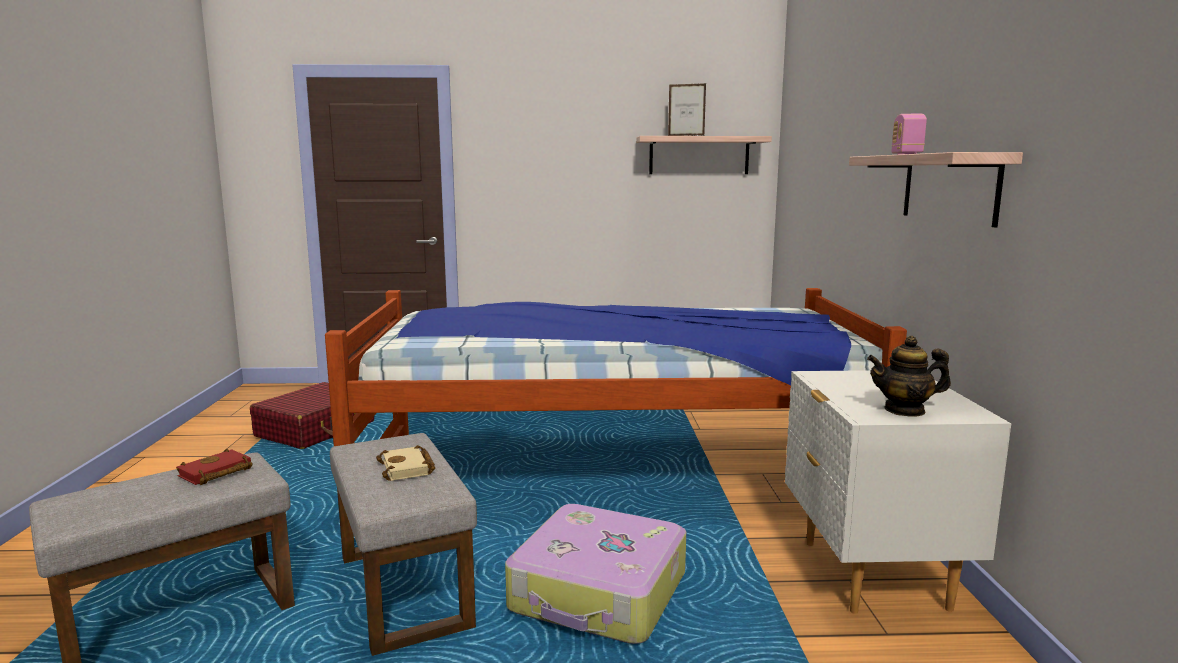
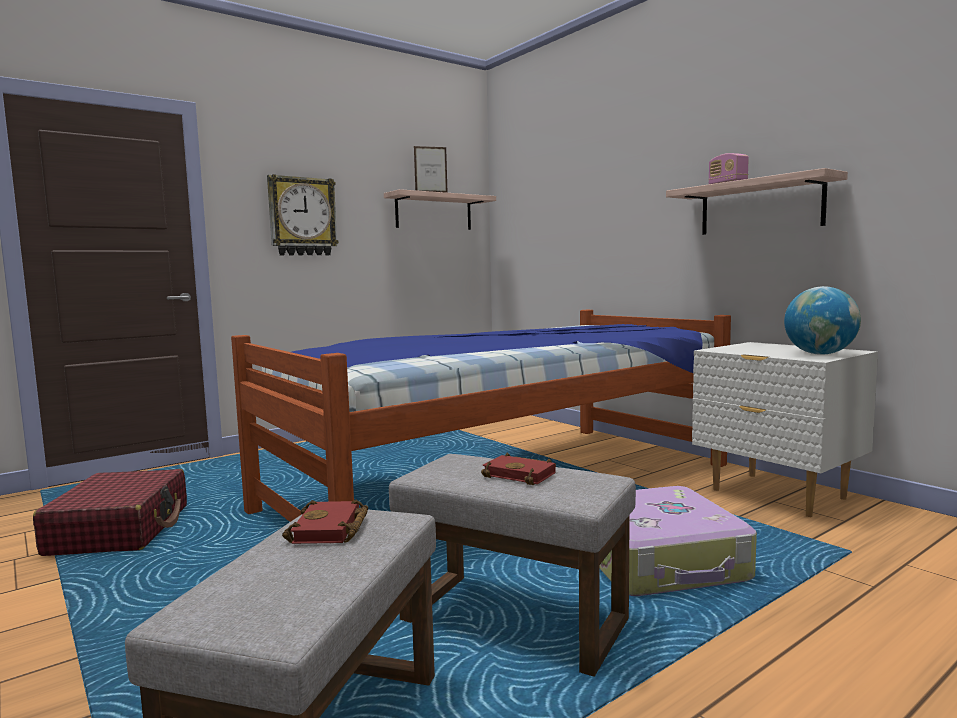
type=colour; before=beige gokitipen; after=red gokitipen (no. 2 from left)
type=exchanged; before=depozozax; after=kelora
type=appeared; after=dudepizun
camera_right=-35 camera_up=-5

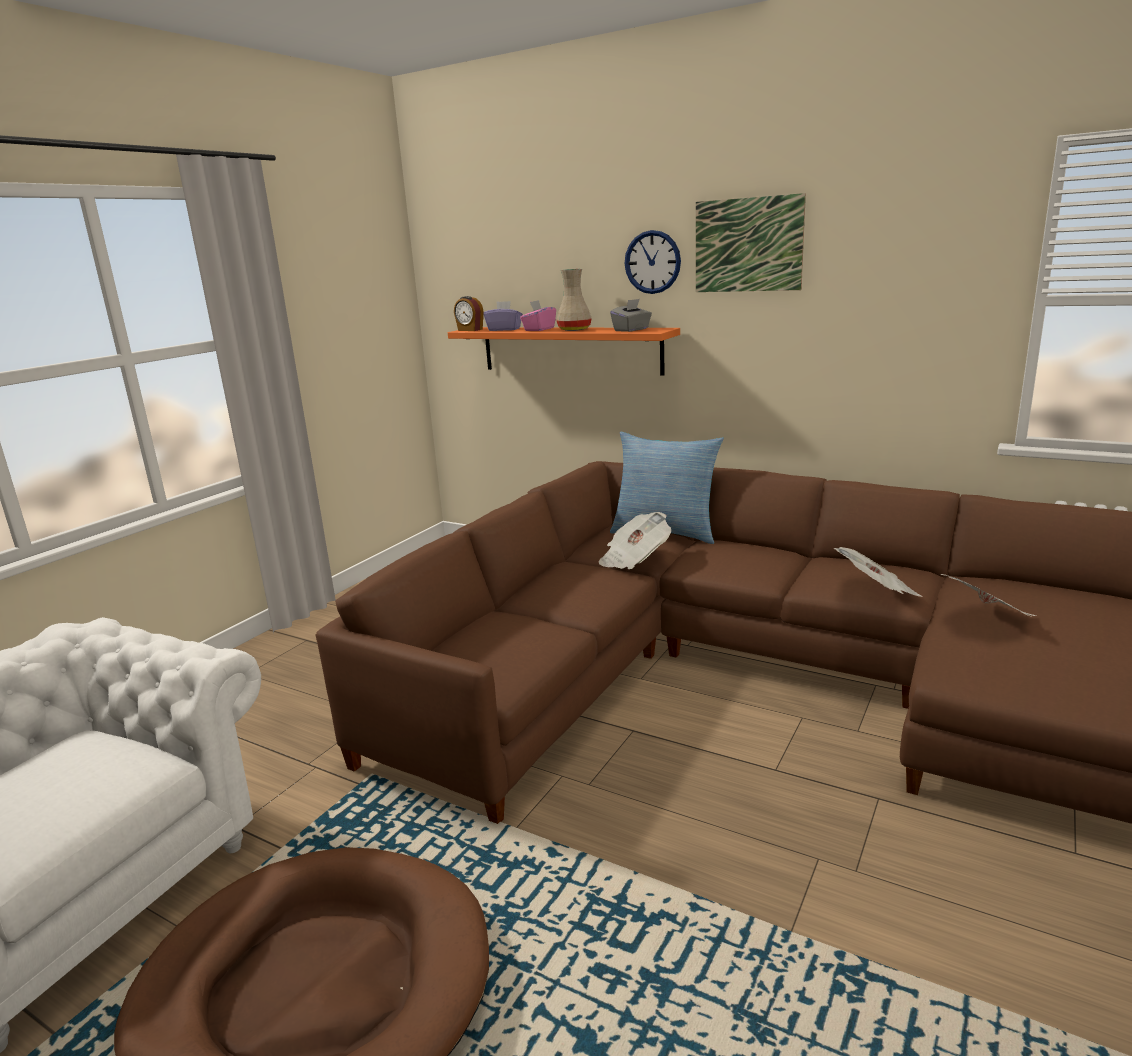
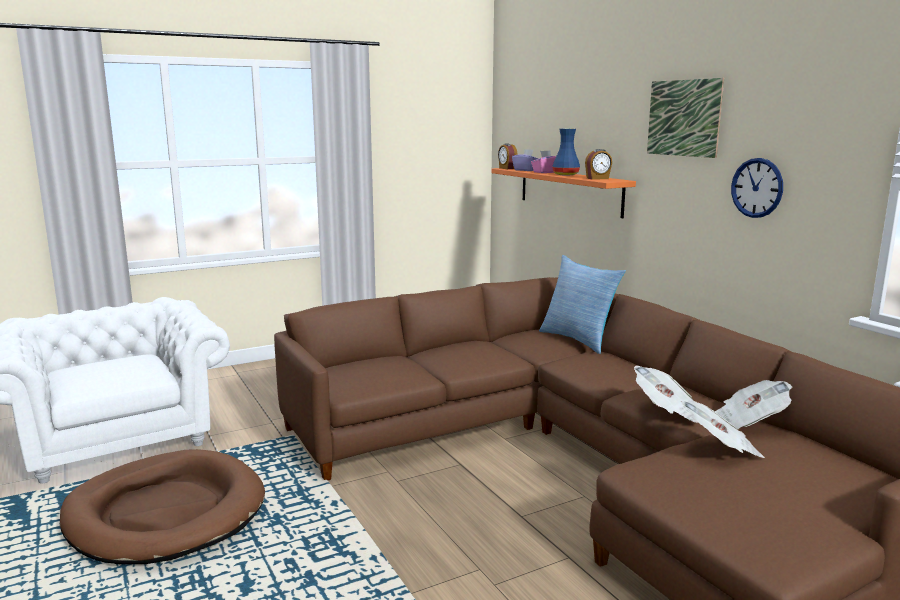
type=colour; before=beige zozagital; after=blue zozagital
type=relocated; before=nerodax (no. 1 from left in the first image); after=nerodax (no. 3 from left)
type=exchanged; before=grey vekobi; after=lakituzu (no. 2 from left)
type=relocated; before=dudepizun
camera_right=30 camera_up=-5

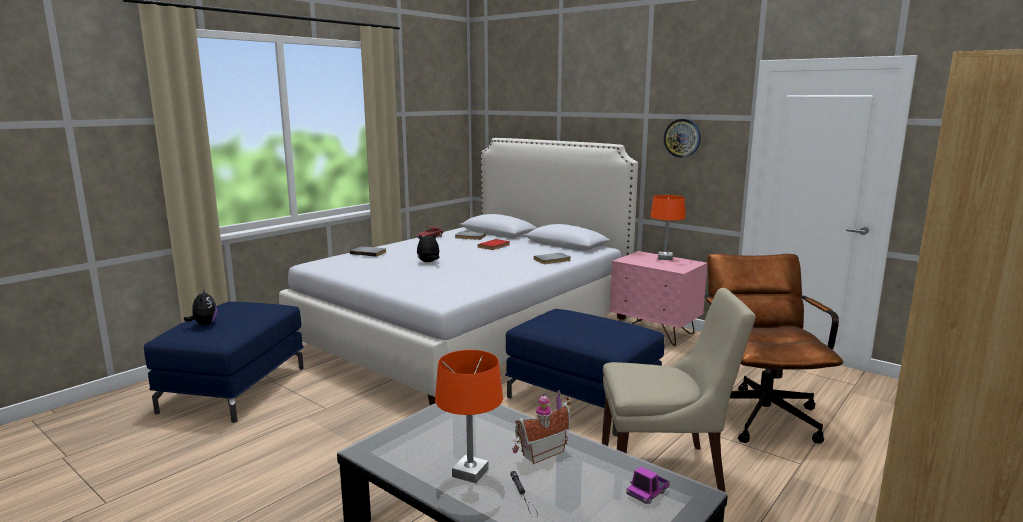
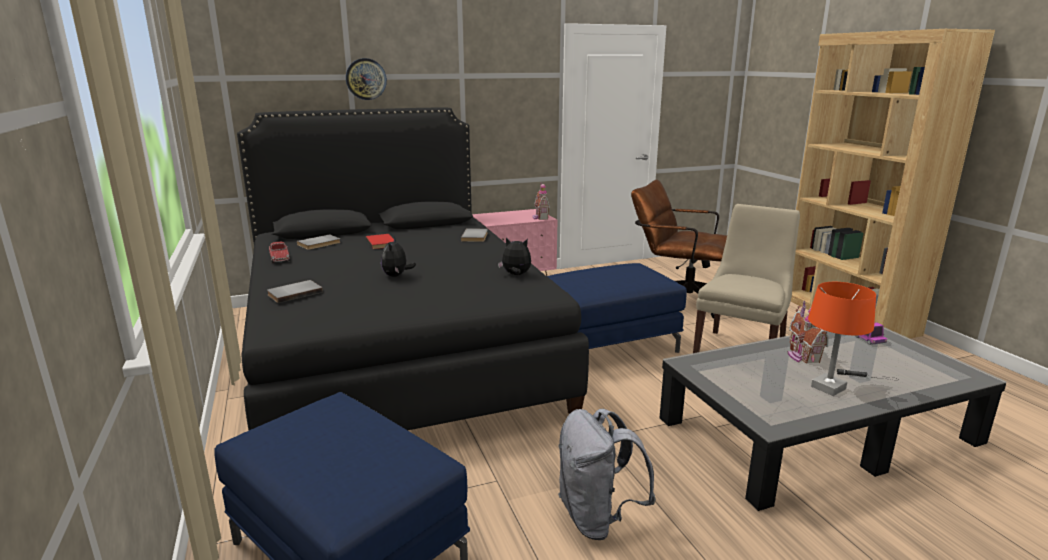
type=relocated; before=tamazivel (no. 1 from left in the first image); after=tamazivel (no. 2 from left)
type=colour; before=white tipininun; after=black tipininun
type=missing; before=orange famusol (no. 2 from left)
type=relocated; before=dudepizun
type=appeared; after=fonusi (no. 1 from left)
type=appeared; after=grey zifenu
camera_right=-60 camera_up=5

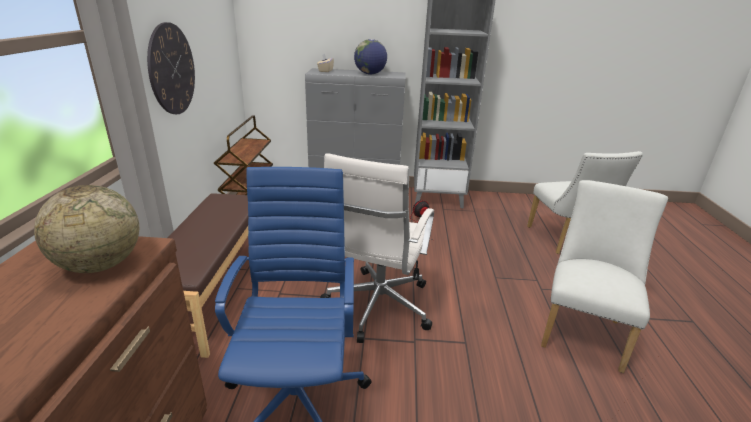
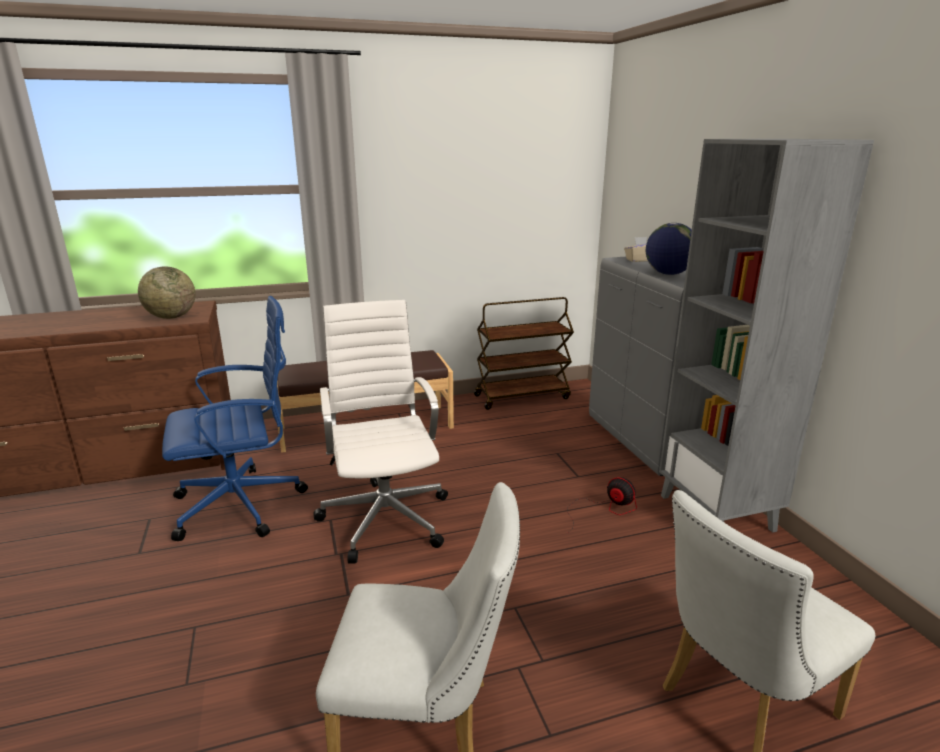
type=missing; before=dudepizun
type=spun; before=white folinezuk; turn=75
camera_right=70 camera_up=-5

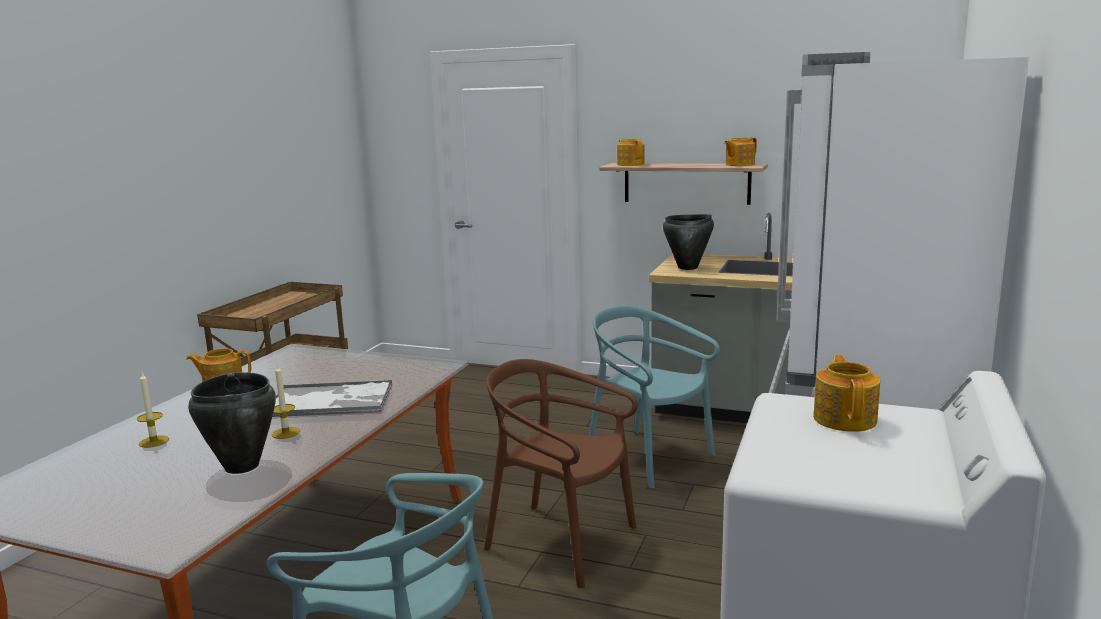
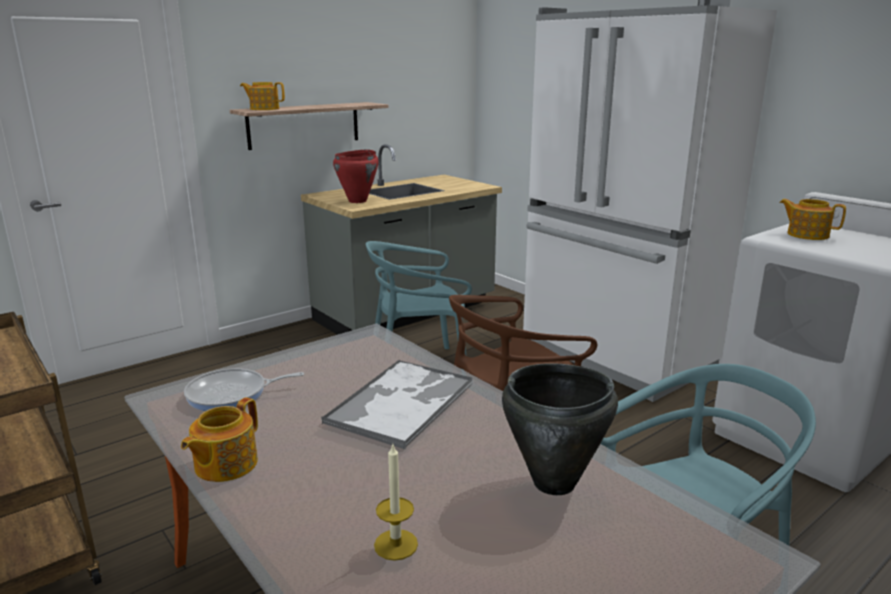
type=missing; before=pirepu (no. 2 from left)
type=colour; before=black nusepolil (no. 2 from left); after=red nusepolil
type=missing; before=depozozax (no. 3 from left)
type=appeared; after=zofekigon
camera_right=-60 camera_up=5

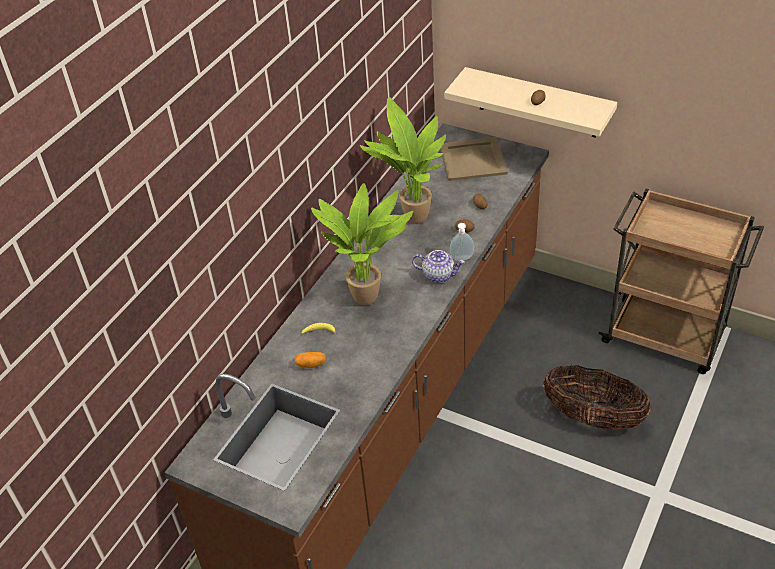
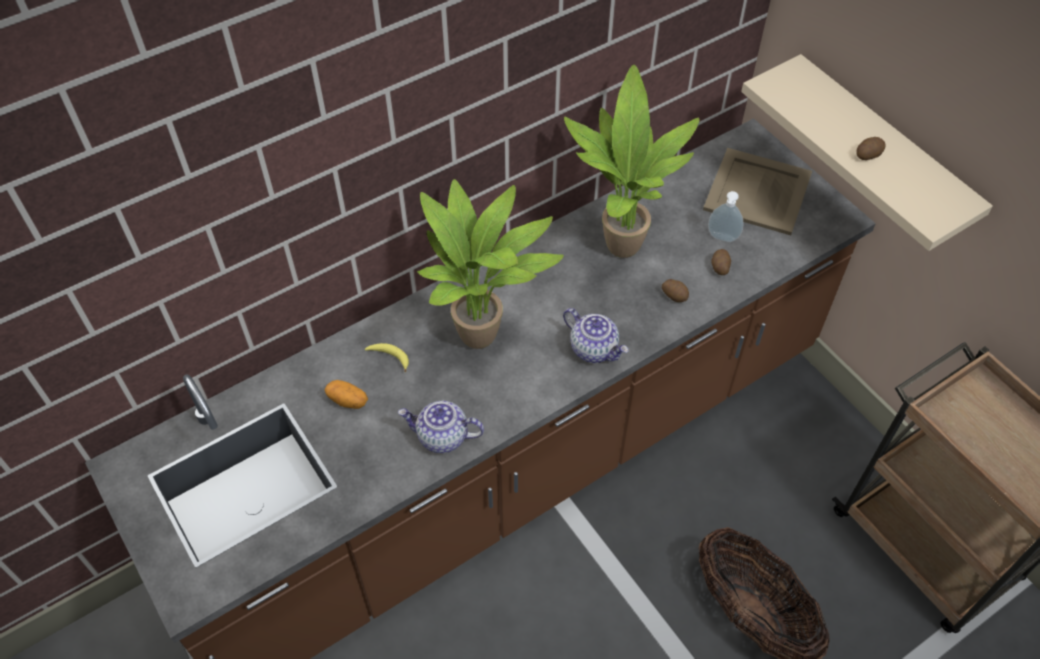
type=relocated; before=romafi
type=appeared; after=depozozax (no. 1 from left)
camera_right=25 camera_up=10

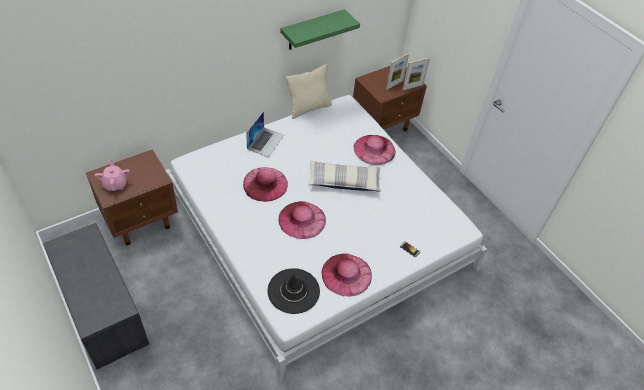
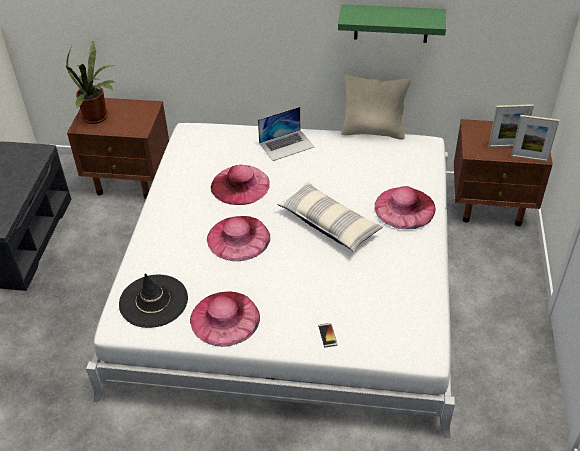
type=exchanged; before=pink depozozax; after=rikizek
camera_right=45 camera_up=-5

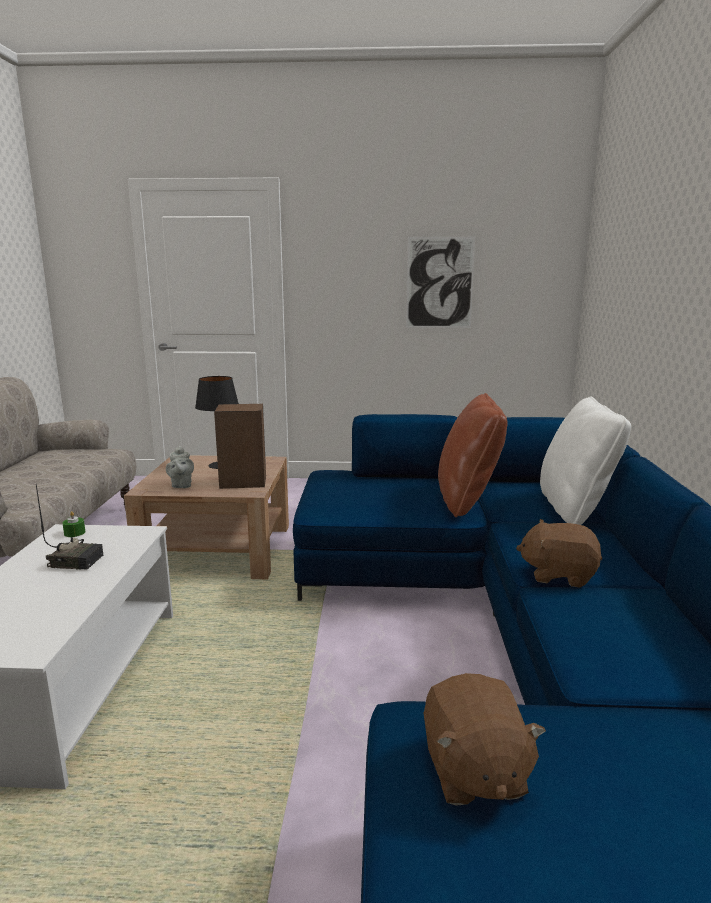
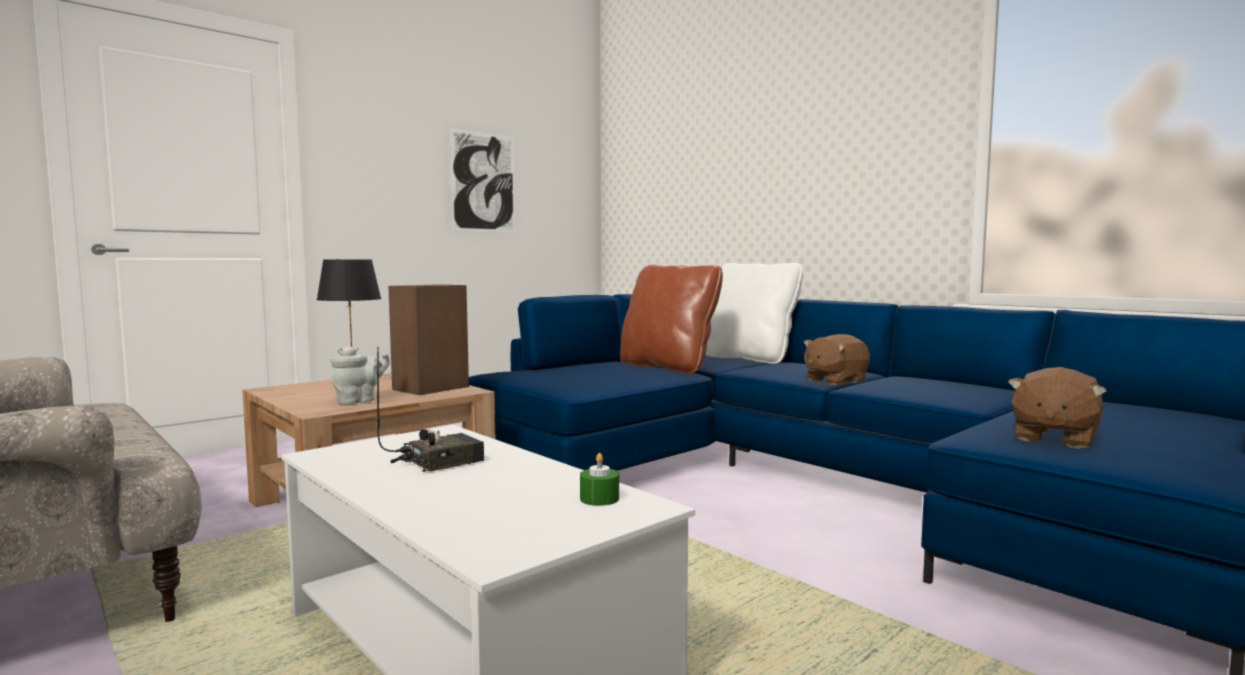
type=relocated; before=green pirepu
type=spun; before=grey depozozax; turn=-75
type=spun; before=brown tamazivel (no. 1 from left in the first image); turn=90
camera_right=-45 camera_up=-10

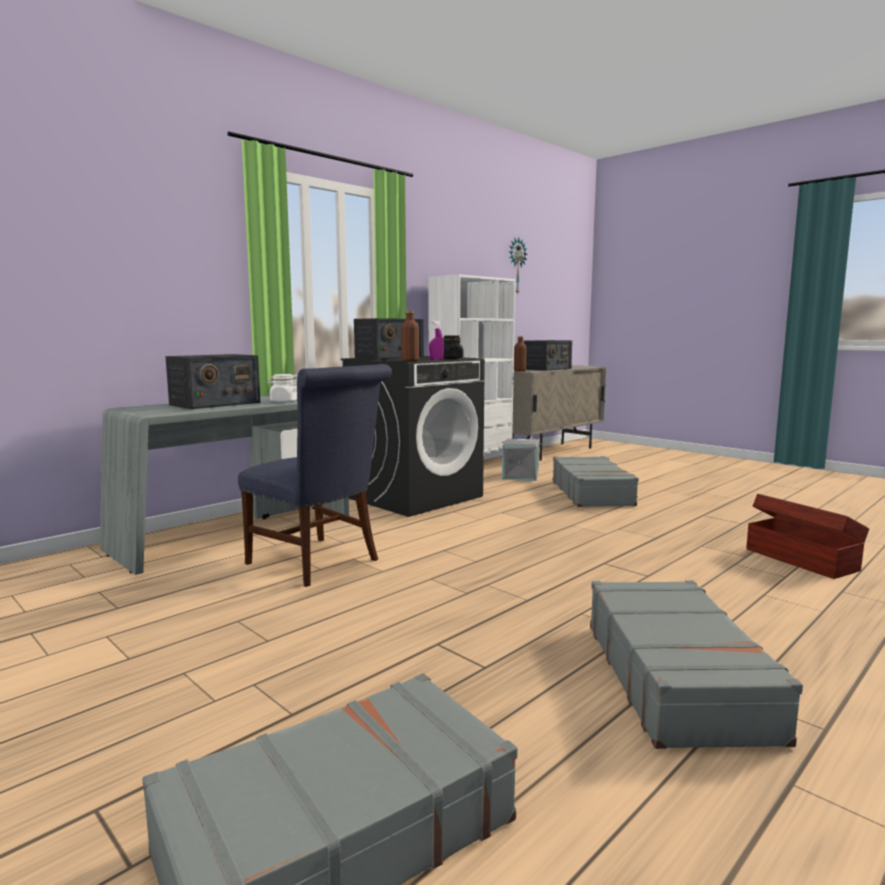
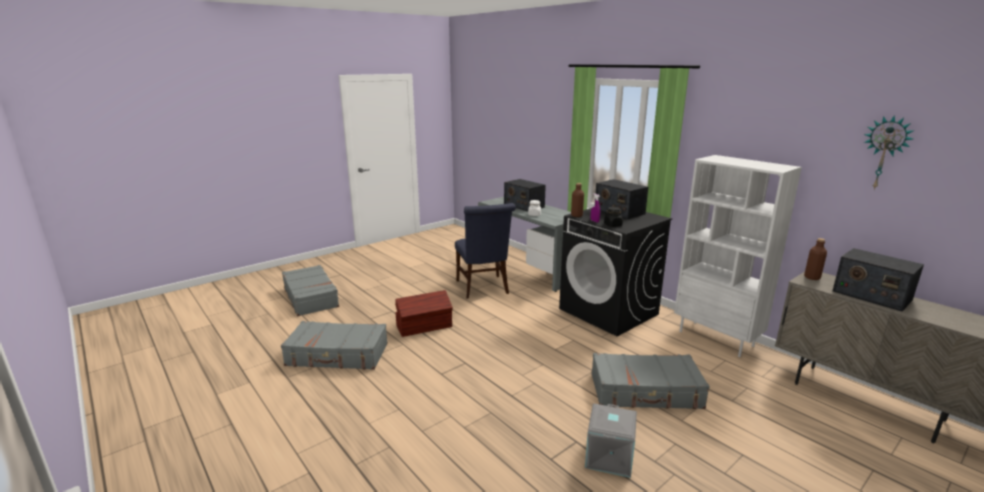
type=spun; before=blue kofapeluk; turn=-60
type=relocated; before=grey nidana
type=relocated; before=brown nidana
camera_right=95 camera_up=10

